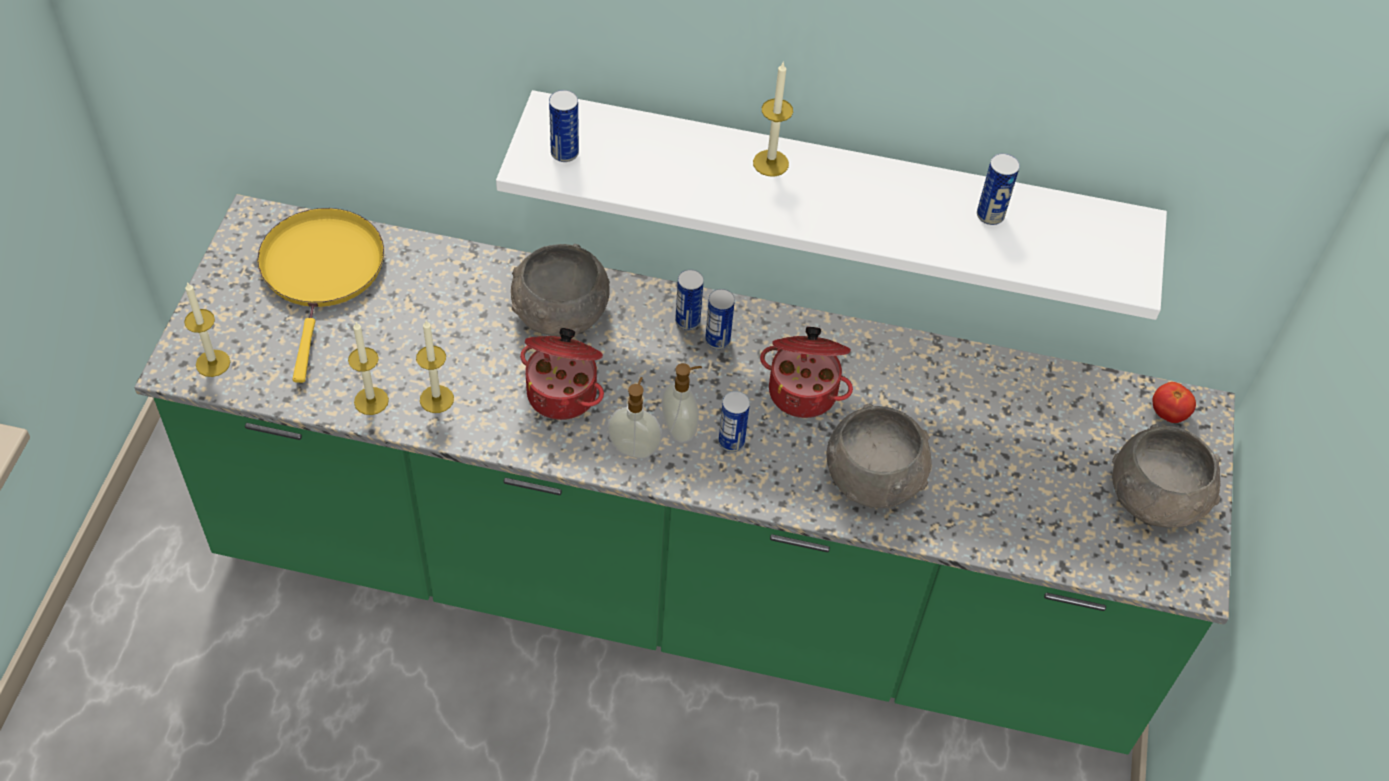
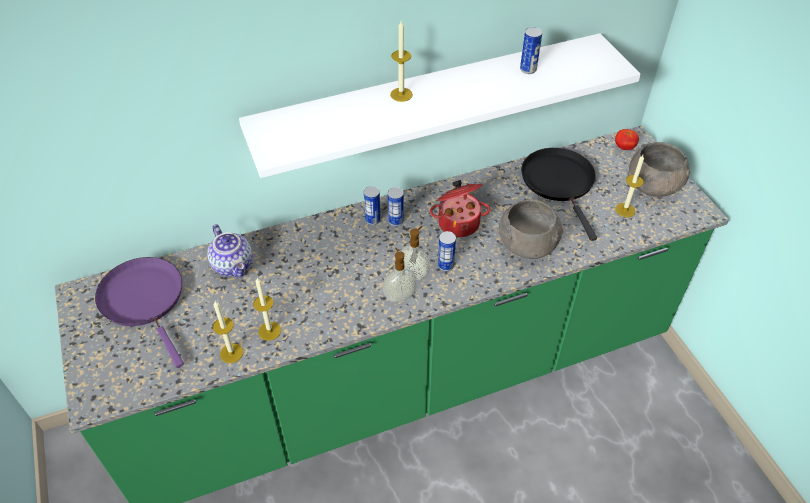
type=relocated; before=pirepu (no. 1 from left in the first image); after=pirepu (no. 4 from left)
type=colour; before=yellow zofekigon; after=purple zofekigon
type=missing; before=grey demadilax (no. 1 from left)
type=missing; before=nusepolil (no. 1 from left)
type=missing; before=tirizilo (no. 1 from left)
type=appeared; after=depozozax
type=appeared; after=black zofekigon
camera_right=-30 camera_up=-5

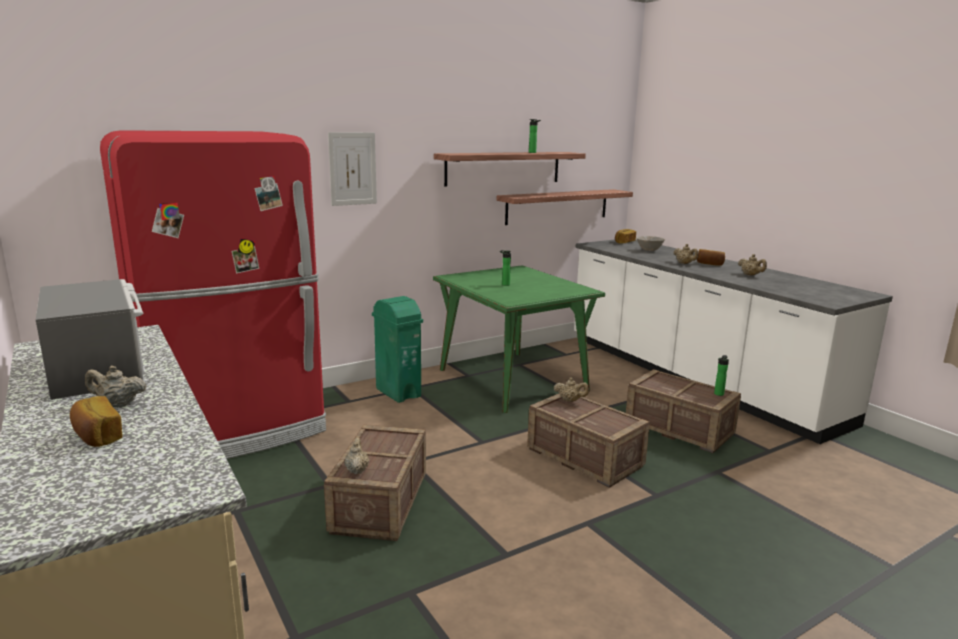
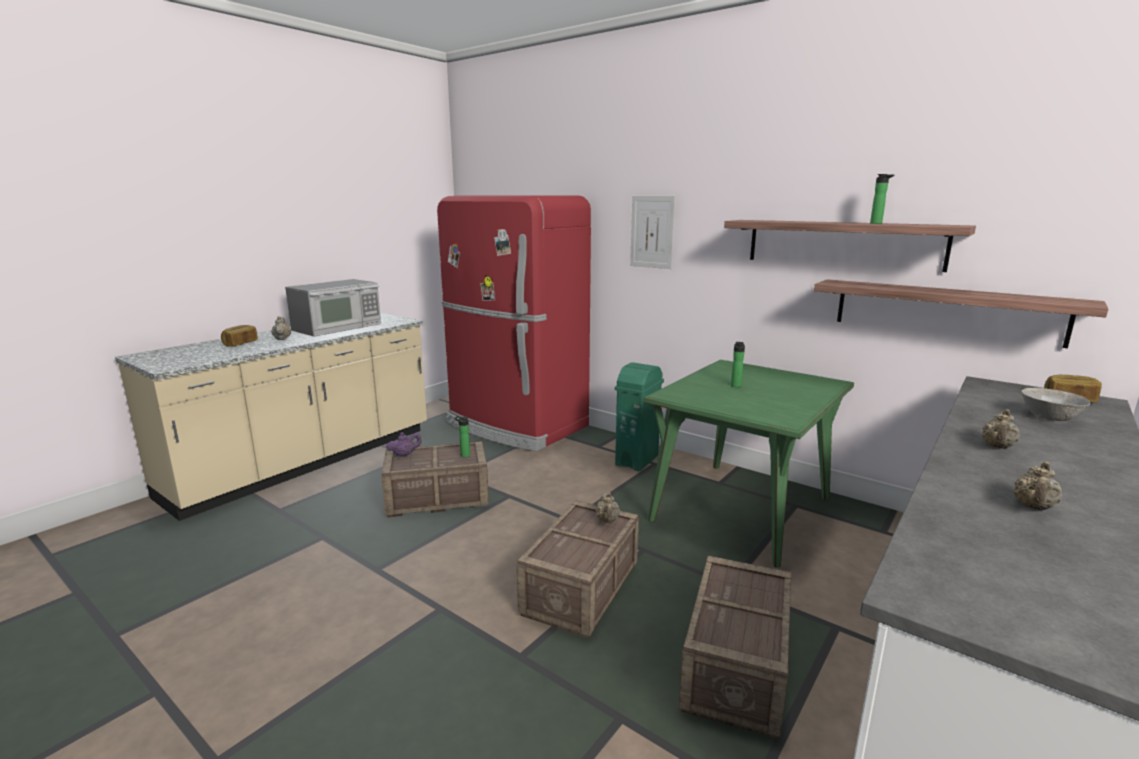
type=colour; before=beige depozozax (no. 2 from left); after=purple depozozax
type=missing; before=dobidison (no. 3 from left)
type=relocated; before=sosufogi (no. 3 from left in the first image); after=sosufogi (no. 1 from left)
camera_right=70 camera_up=0

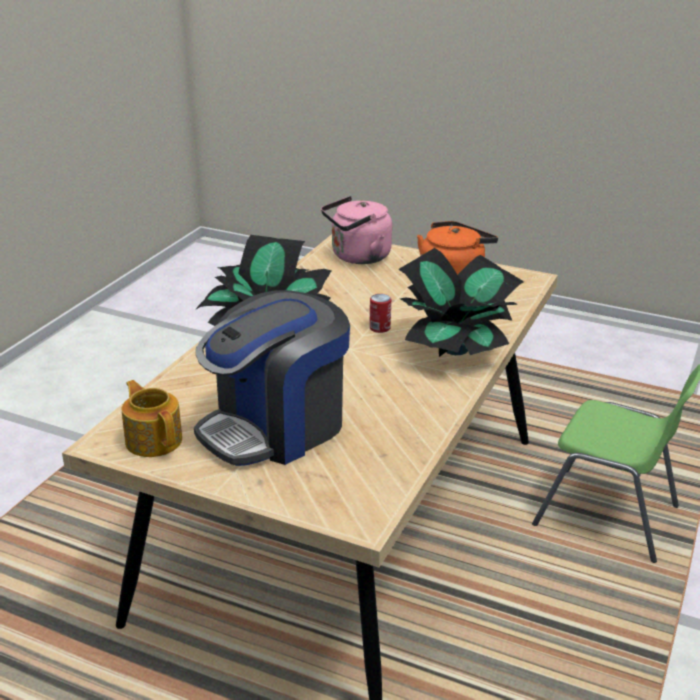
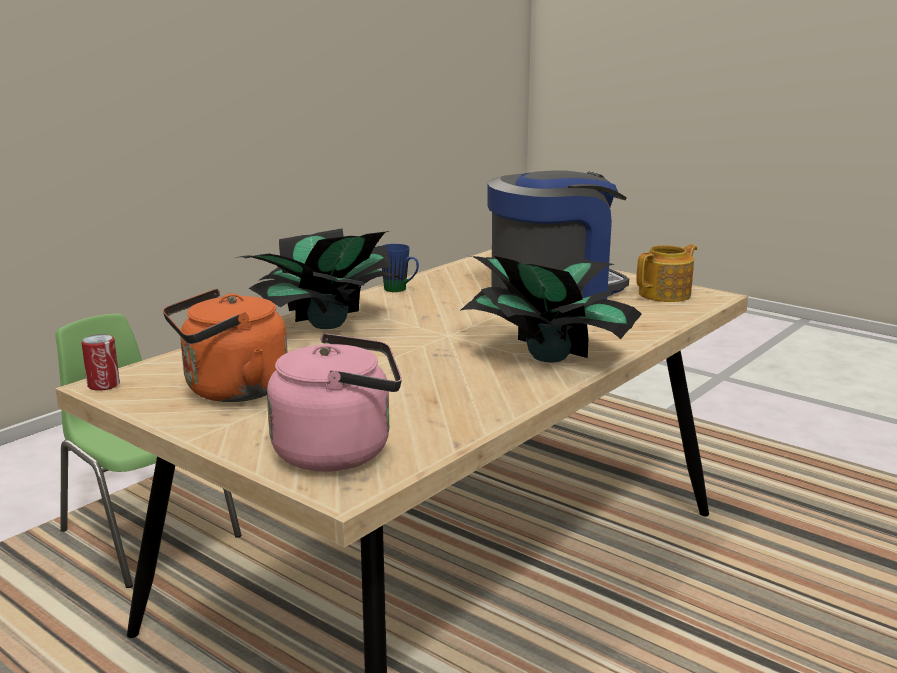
type=spun; before=depozozax; turn=-105
type=relocated; before=tirizilo
type=appeared; after=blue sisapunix
camera_right=-165 camera_up=-10

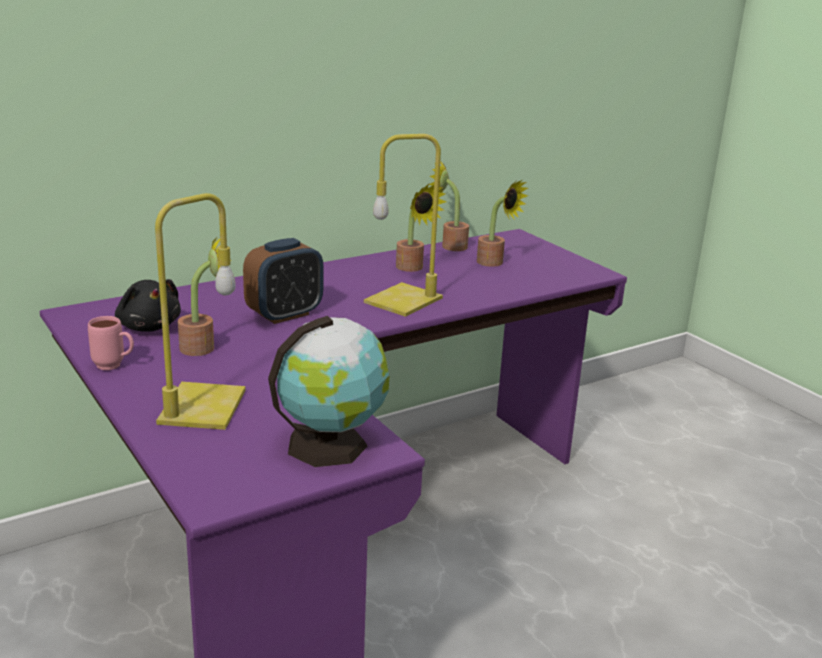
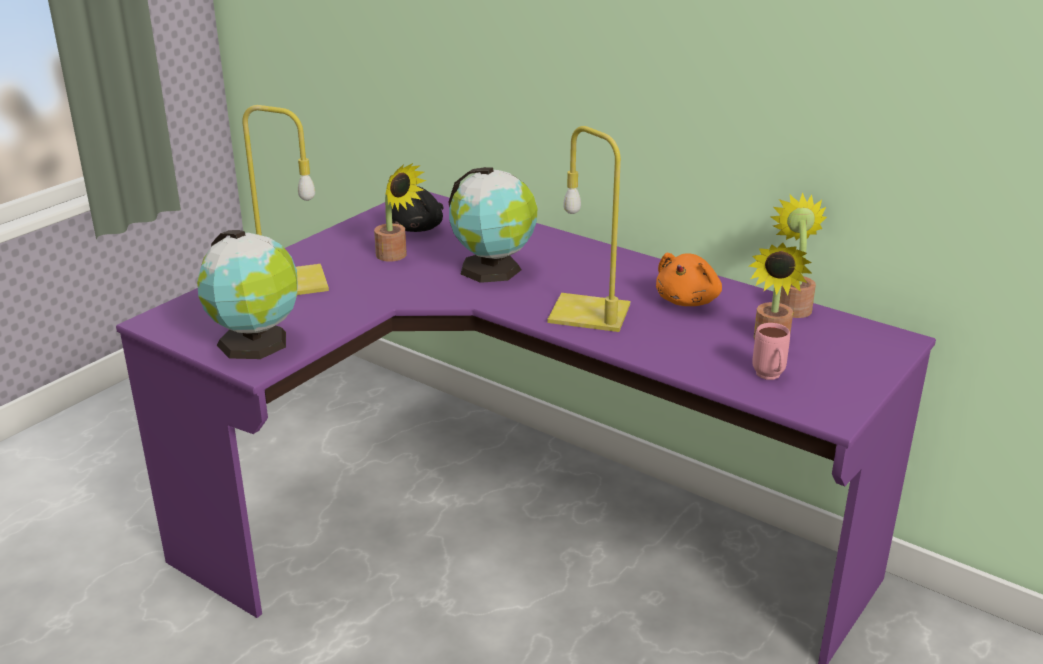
type=relocated; before=pink sisapunix
type=exchanged; before=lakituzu; after=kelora (no. 2 from left)
type=exchanged; before=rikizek (no. 2 from left); after=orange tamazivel
camera_right=70 camera_up=5

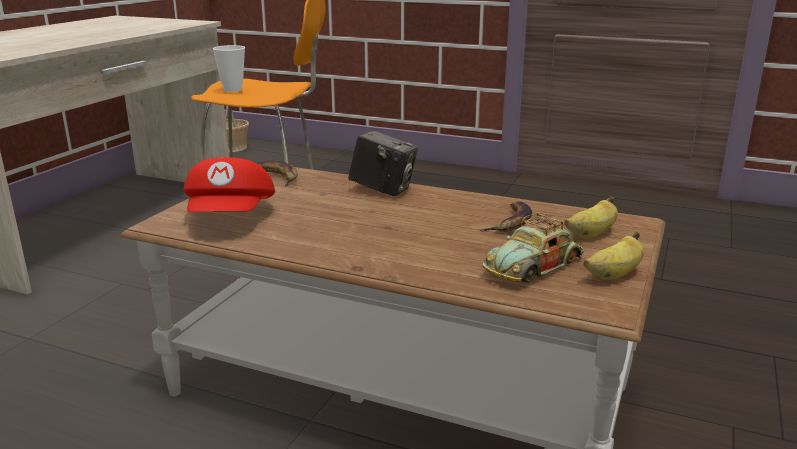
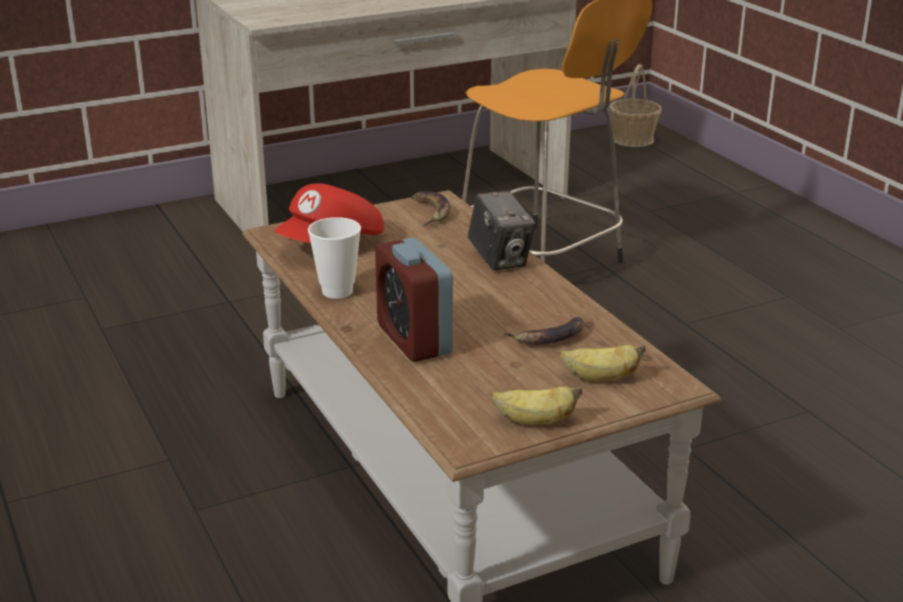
type=relocated; before=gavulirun
type=missing; before=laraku
type=appeared; after=lakituzu
camera_right=40 camera_up=5

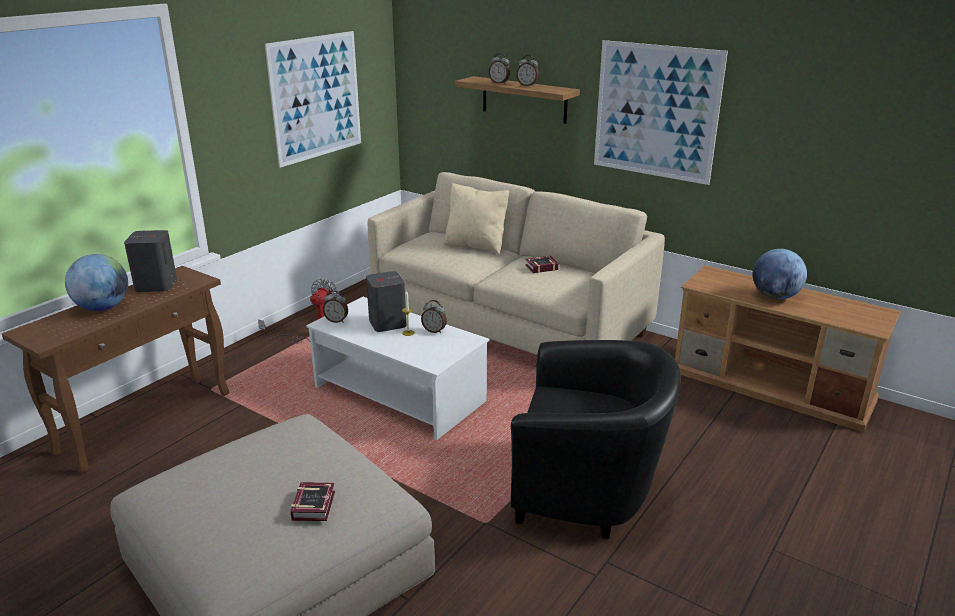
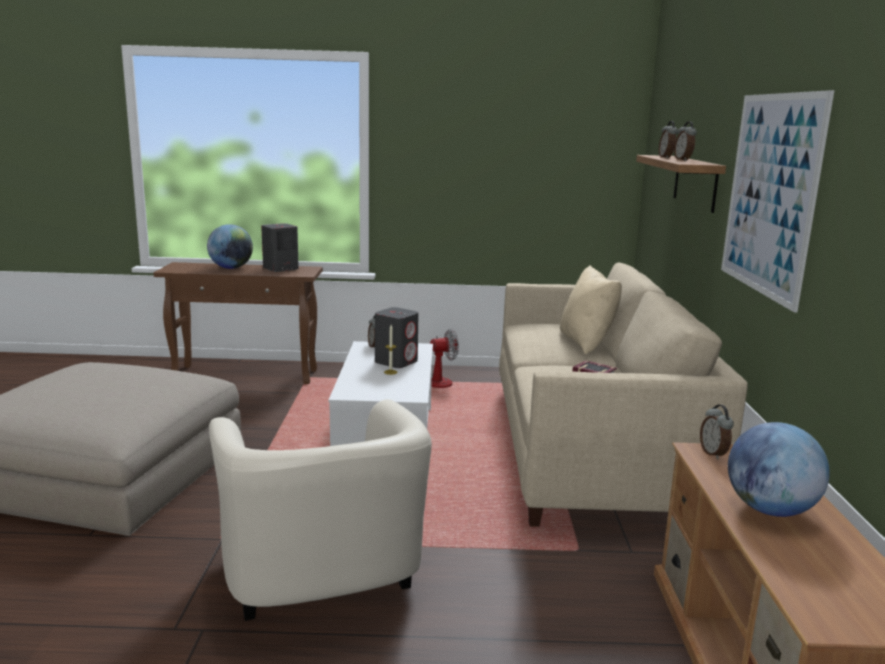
type=missing; before=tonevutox (no. 1 from left)
type=missing; before=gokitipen (no. 1 from left)
type=relocated; before=lakituzu (no. 2 from left in the first image); after=lakituzu (no. 4 from left)
type=colour; before=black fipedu; after=beige fipedu
camera_right=55 camera_up=-10

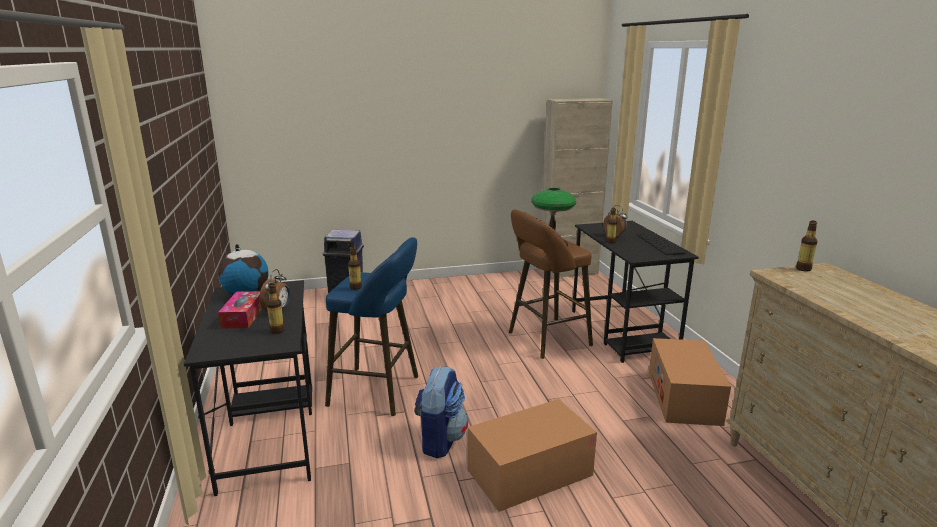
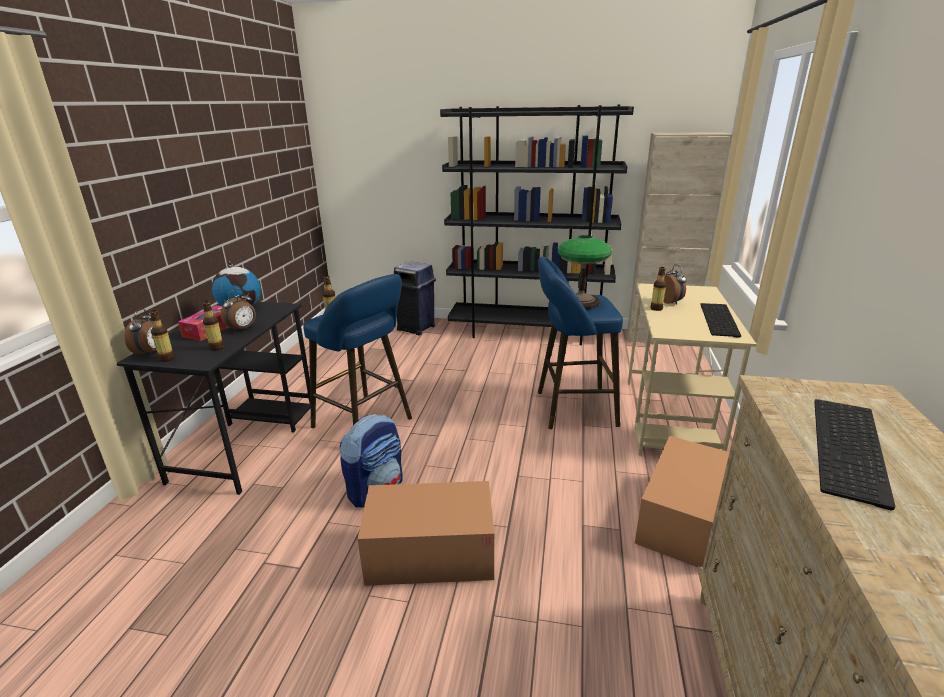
type=colour; before=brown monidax; after=blue monidax (no. 2 from left)
type=colour; before=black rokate (no. 2 from left); after=beige rokate
type=relocated; before=sosufogi (no. 4 from left in the first image); after=sosufogi (no. 1 from left)
type=appeared; after=lakituzu (no. 1 from left)
type=appeared; after=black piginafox
type=appeared; after=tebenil (no. 2 from left)
camera_right=25 camera_up=5

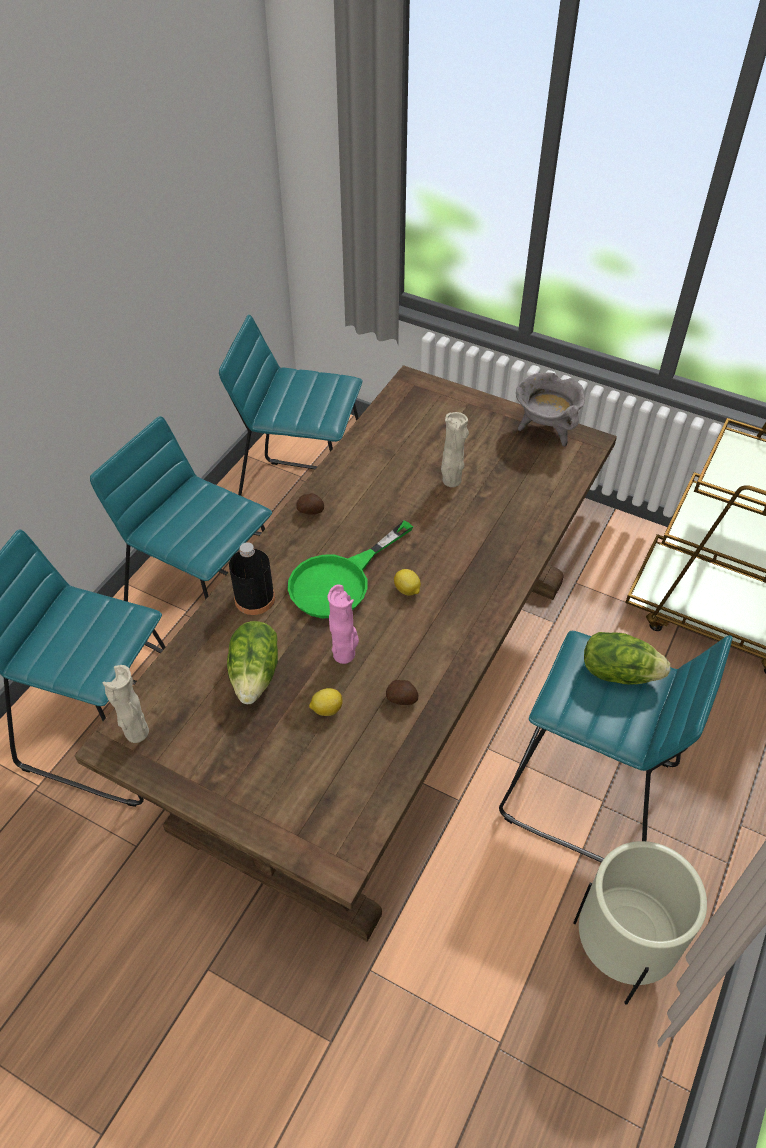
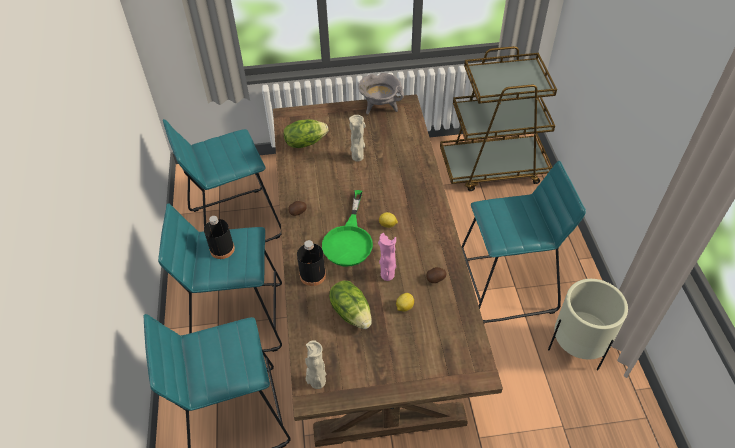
type=relocated; before=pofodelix (no. 2 from left in the first image); after=pofodelix (no. 1 from left)
type=appeared; after=black sosufogi (no. 1 from left)
camera_right=-35 camera_up=0

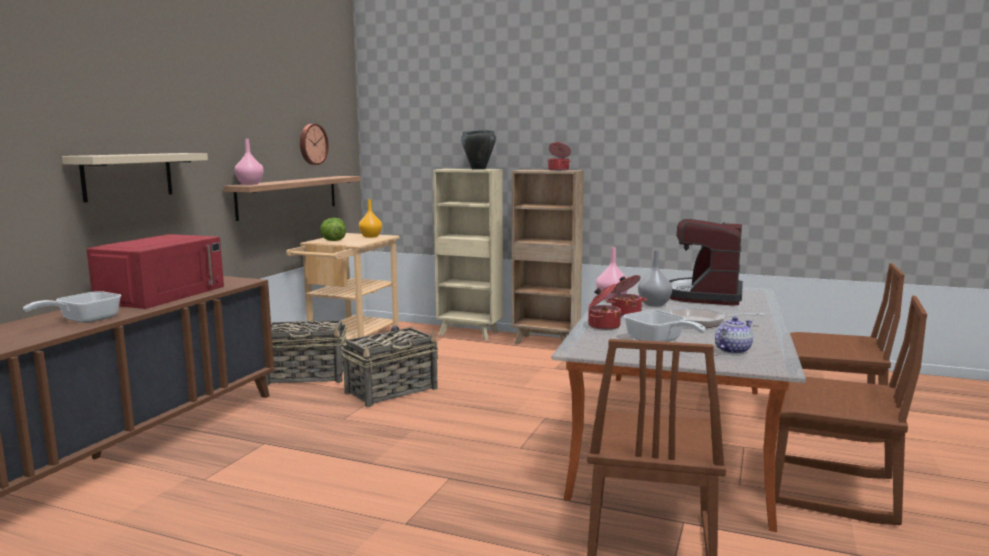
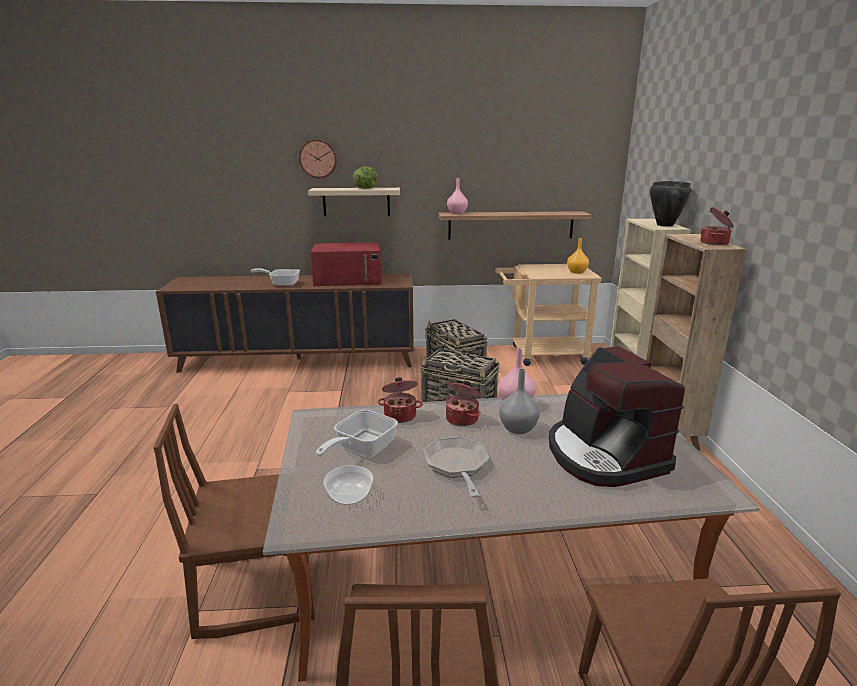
type=relocated; before=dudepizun
type=relocated; before=pofodelix
type=spun; before=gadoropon; turn=-105
type=exchanged; before=depozozax; after=demadilax
camera_right=65 camera_up=10

